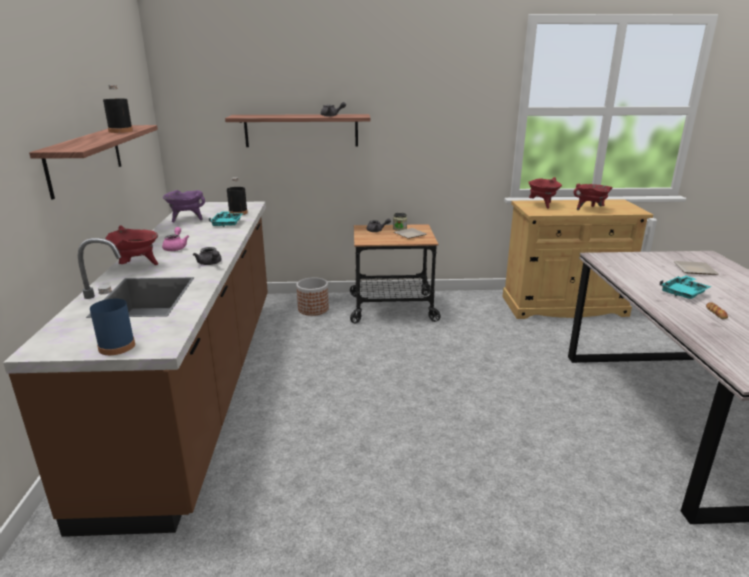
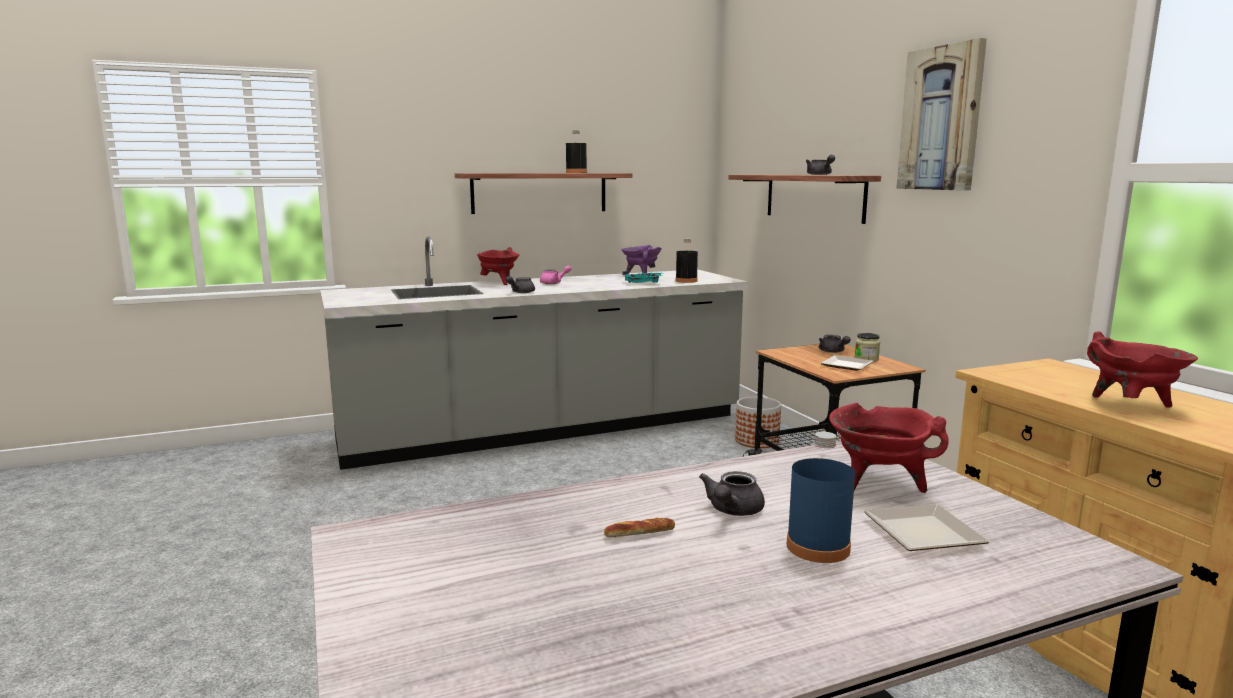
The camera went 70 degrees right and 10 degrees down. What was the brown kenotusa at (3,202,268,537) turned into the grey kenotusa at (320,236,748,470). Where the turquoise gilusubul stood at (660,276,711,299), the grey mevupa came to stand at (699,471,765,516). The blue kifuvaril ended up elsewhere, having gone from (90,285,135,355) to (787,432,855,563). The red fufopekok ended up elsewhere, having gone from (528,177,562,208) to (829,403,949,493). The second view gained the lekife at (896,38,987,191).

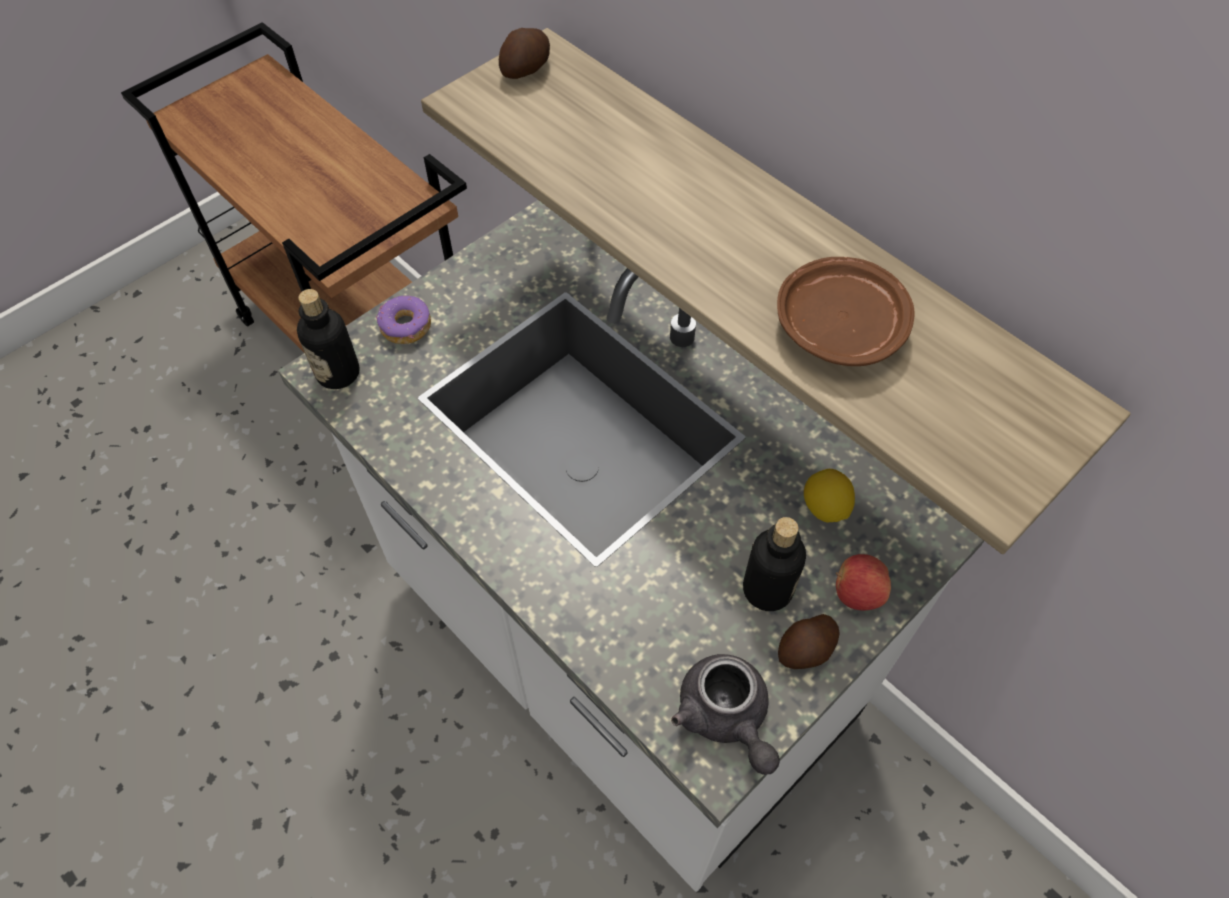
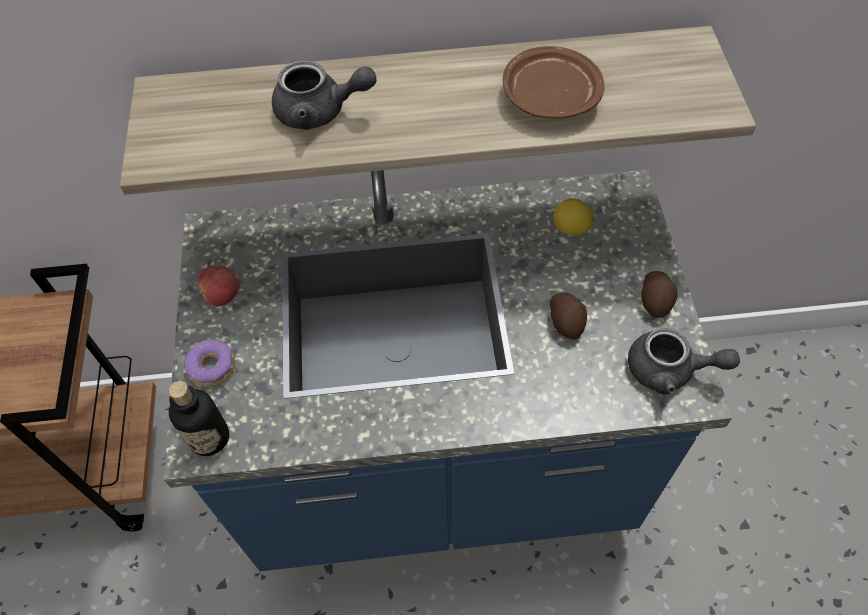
The camera went 50 degrees left and 0 degrees up. What was the white kenotusa at (278,200,984,892) turned into the blue kenotusa at (164,170,732,571). The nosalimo ended up elsewhere, having gone from (836,554,891,610) to (197,265,240,306). The second view gained the grey mevupa at (272,61,376,130). The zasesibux ended up elsewhere, having gone from (499,28,550,79) to (550,293,587,340). The second view lost the kifuvaril at (743,517,806,611).

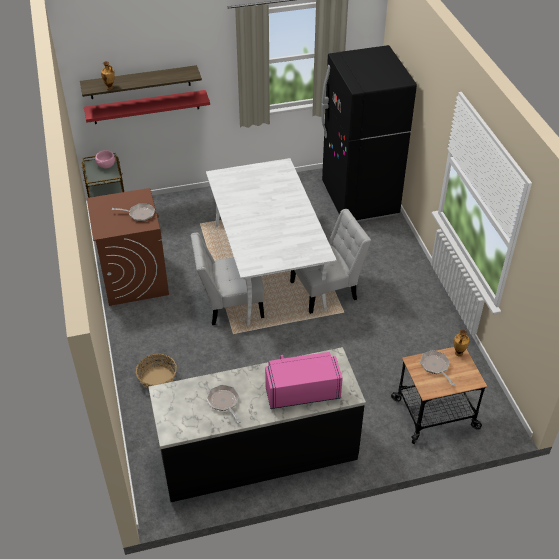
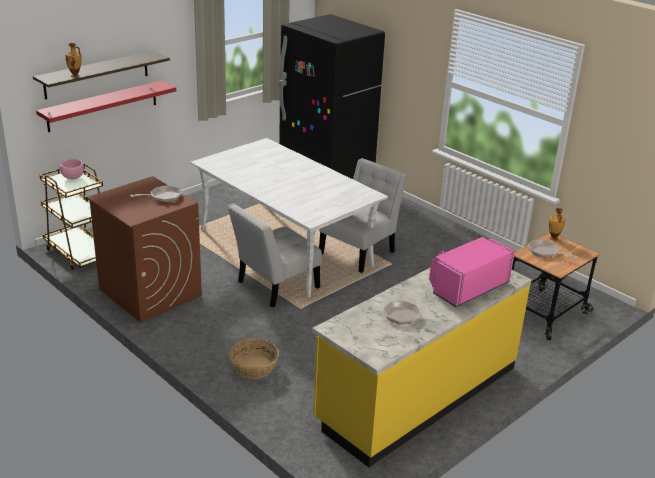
The camera went 30 degrees left and 15 degrees down. What was the black kenotusa at (148,347,366,502) turned into the yellow kenotusa at (312,268,532,467).

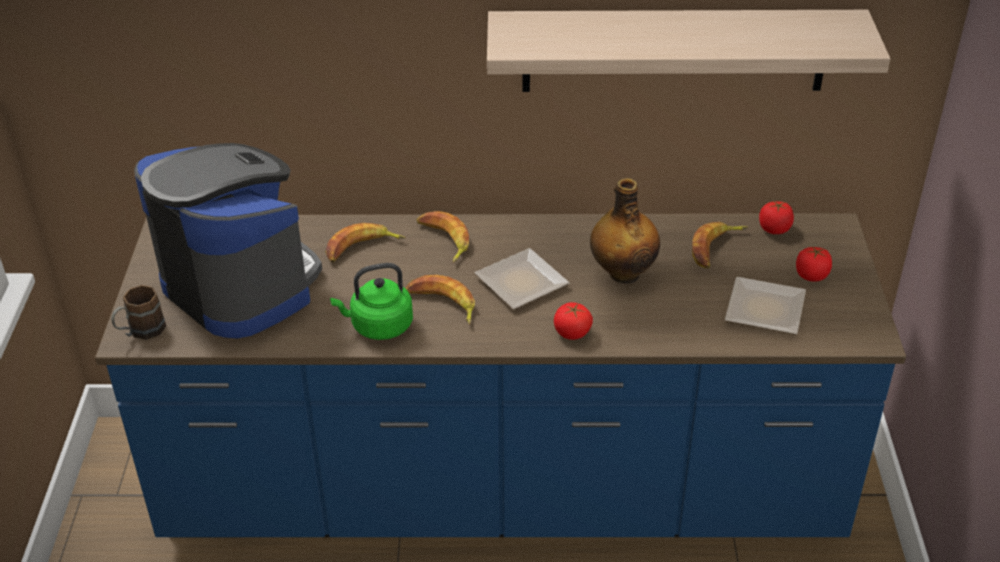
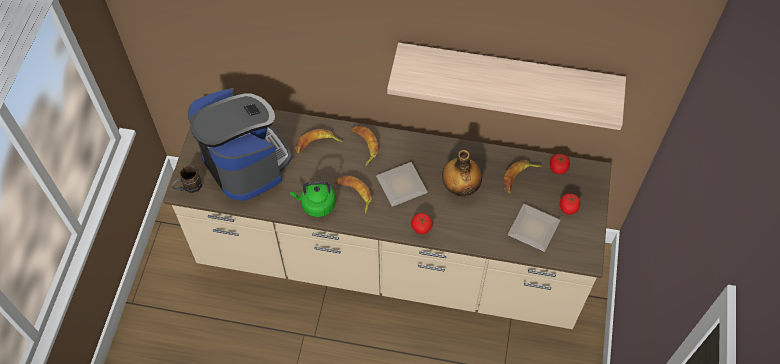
The camera went 10 degrees right and 20 degrees up. What was the blue kenotusa at (95,213,906,537) turned into the beige kenotusa at (163,110,611,329).

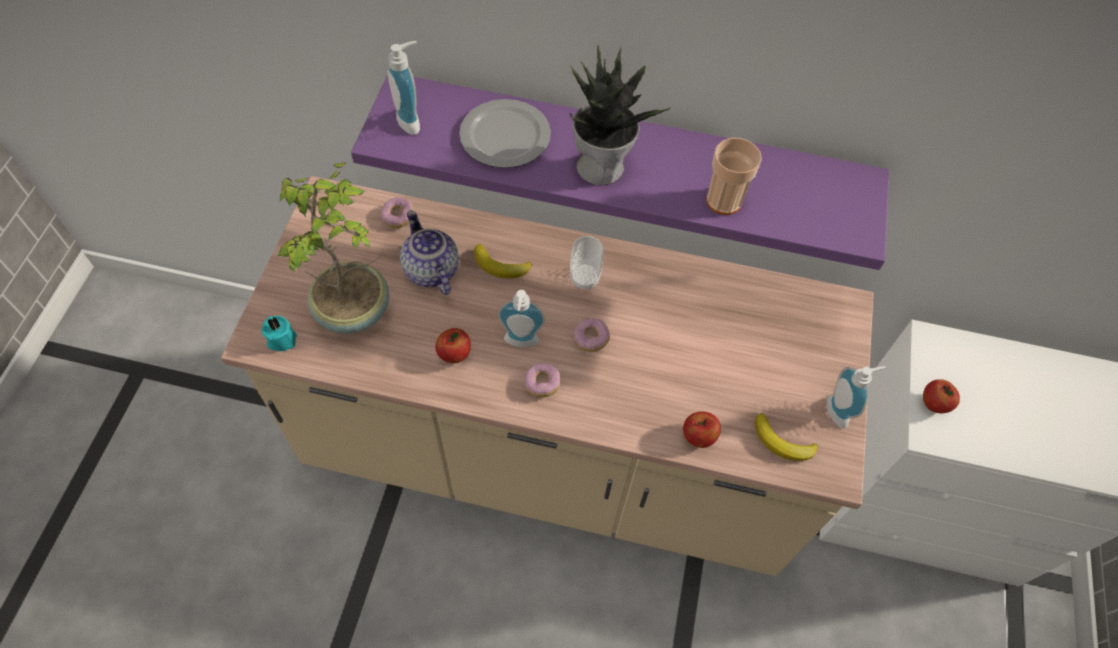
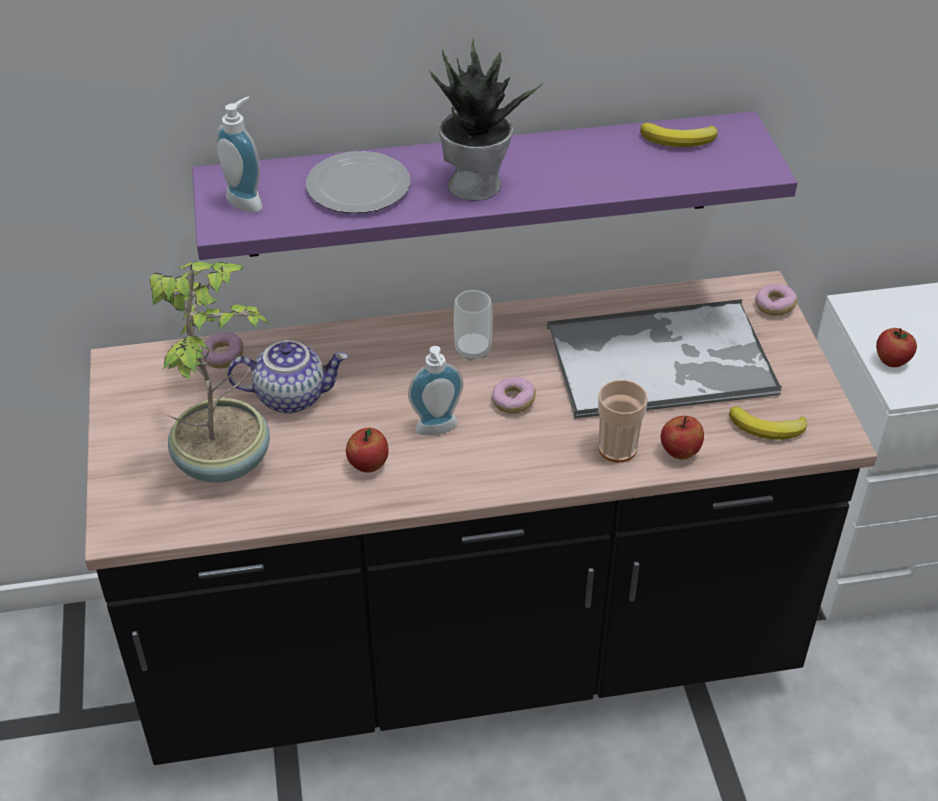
The camera went 20 degrees left and 15 degrees down. What was the beige kenotusa at (221,176,874,576) turned into the black kenotusa at (85,271,877,765). The mevupa at (400,210,459,295) ended up facing another way, 135 degrees clockwise from before. The second view gained the gilusubul at (547,299,782,420). The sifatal ended up elsewhere, having gone from (706,138,762,215) to (598,380,648,462). The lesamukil ended up elsewhere, having gone from (474,244,532,278) to (640,122,718,147). The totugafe ended up elsewhere, having gone from (524,363,561,397) to (755,284,797,316). The second view lost the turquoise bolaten at (261,316,297,351). The second view lost the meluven at (826,366,886,428).

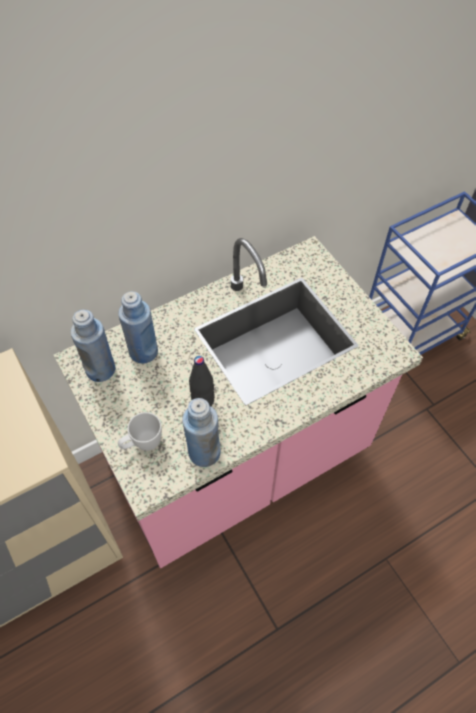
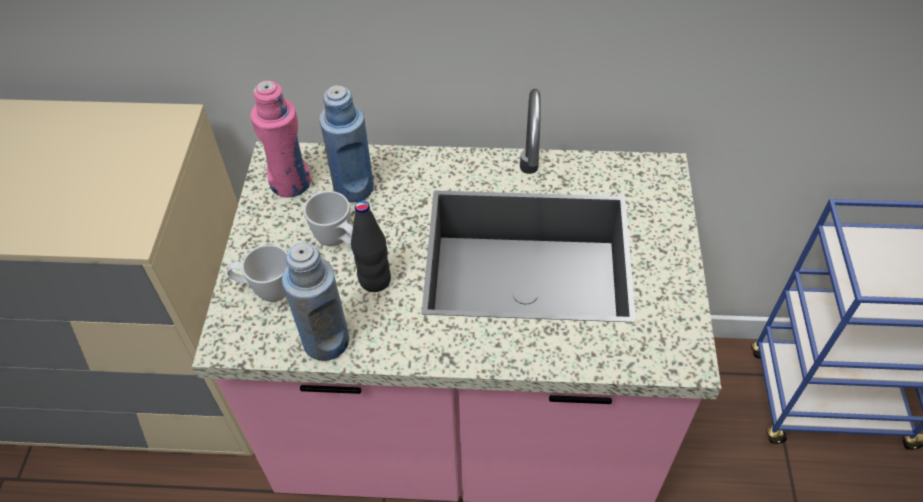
The camera went 35 degrees right and 5 degrees down. What was the blue kifuvaril at (71,310,115,382) turned into the pink kifuvaril at (250,80,311,197). The second view gained the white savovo at (304,191,353,246).

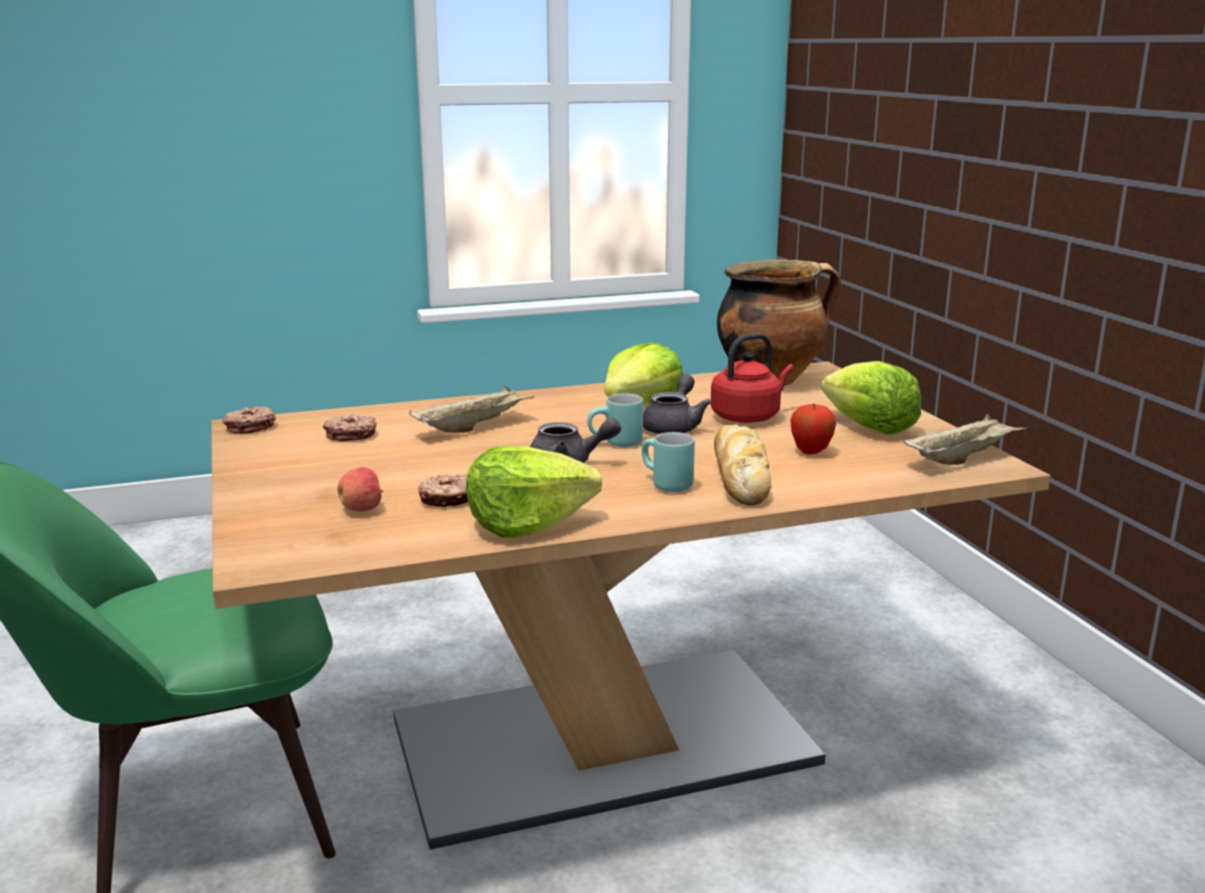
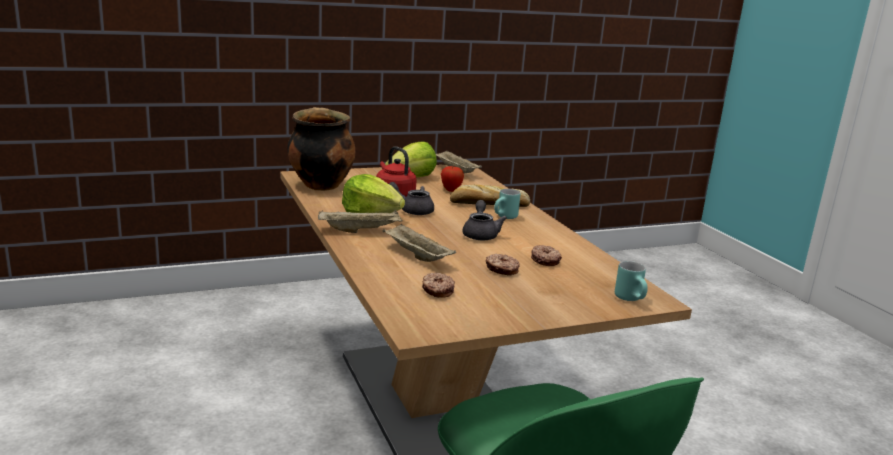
The camera went 95 degrees left and 0 degrees up. The second view gained the beige gilusubul at (318,210,402,233). The totugafe ended up elsewhere, having gone from (222,407,276,434) to (486,254,520,275). The turquoise savovo ended up elsewhere, having gone from (587,393,643,447) to (615,261,648,301). The second view lost the nosalimo at (337,467,383,511). The second view lost the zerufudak at (466,446,602,538).

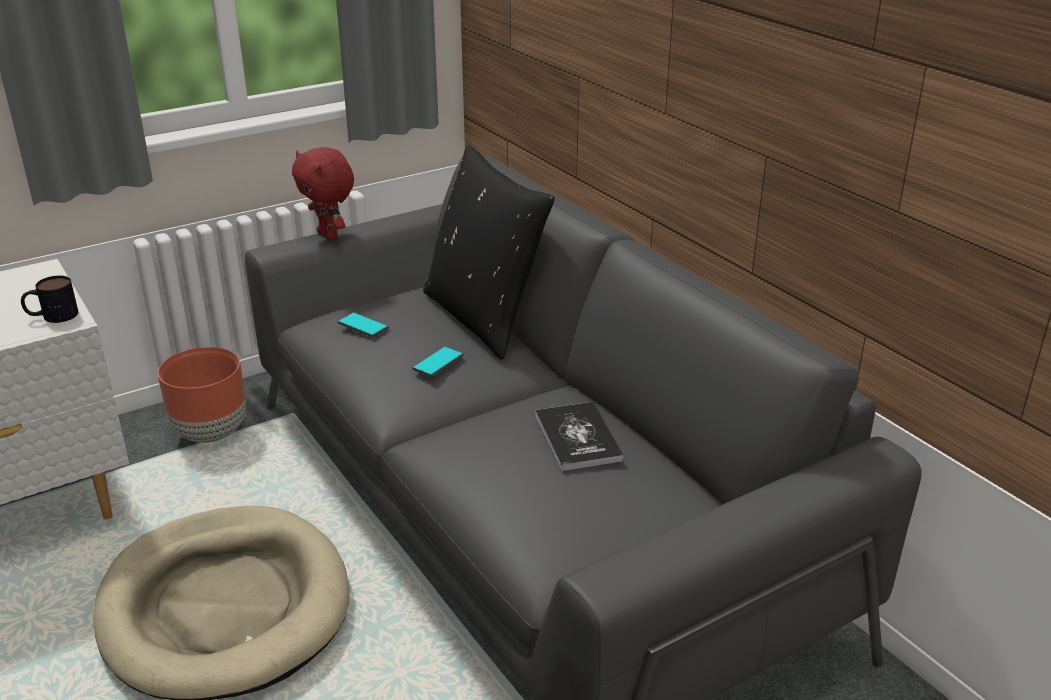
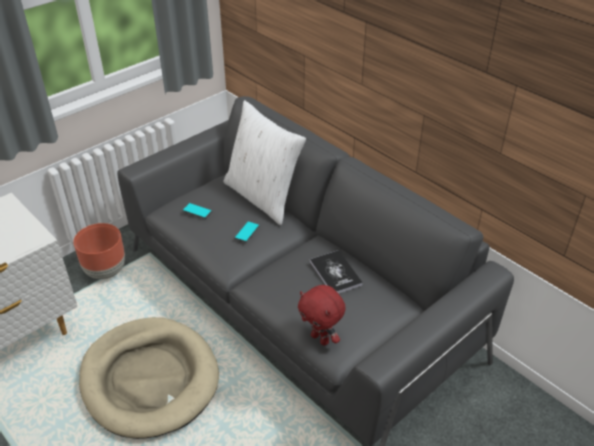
The camera went 10 degrees left and 10 degrees up. What was the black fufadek at (423,145,555,359) turned into the white fufadek at (224,100,306,225). The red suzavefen ended up elsewhere, having gone from (292,147,354,241) to (298,285,346,346). The second view lost the savovo at (21,276,78,323).

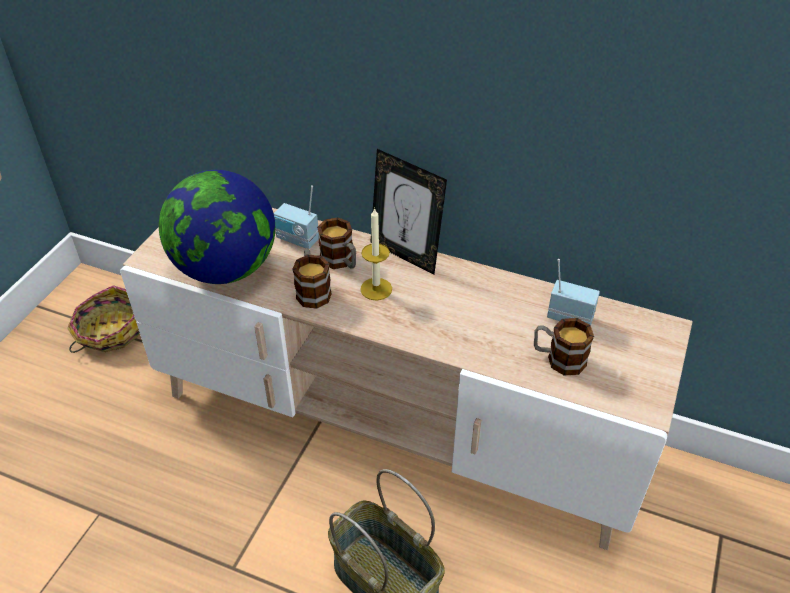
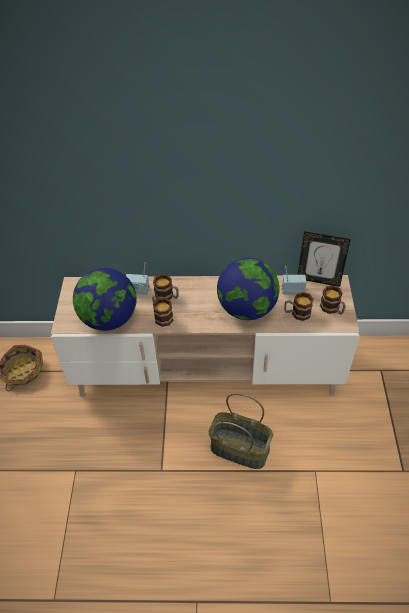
The camera went 20 degrees left and 5 degrees up. The second view gained the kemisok at (217,258,279,320). The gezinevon ended up elsewhere, having gone from (370,149,447,275) to (297,231,351,287). The second view gained the savovo at (320,285,345,315). The second view lost the bolaten at (360,207,392,300).

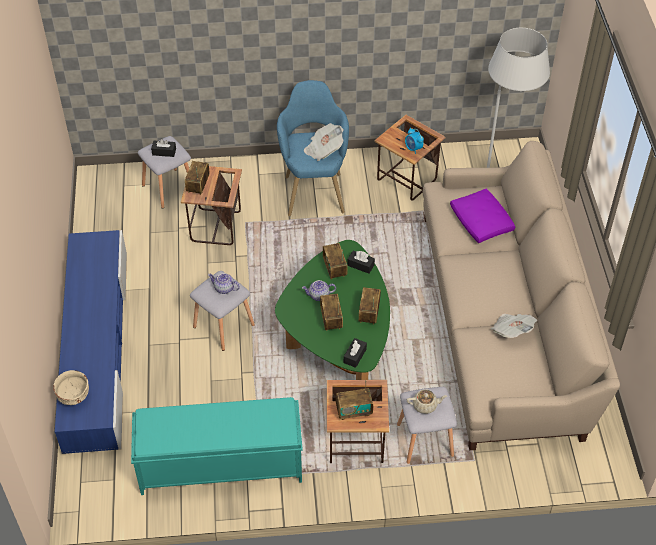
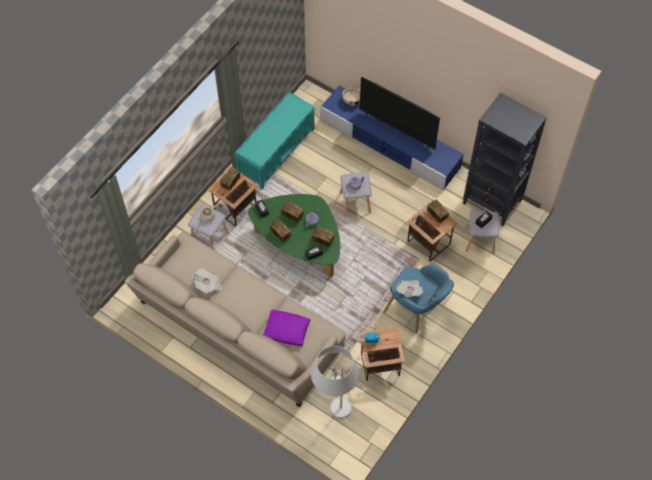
The camera went 130 degrees right and 10 degrees up. The second view gained the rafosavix at (360,77,440,152). The second view gained the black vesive at (463,93,547,226).

